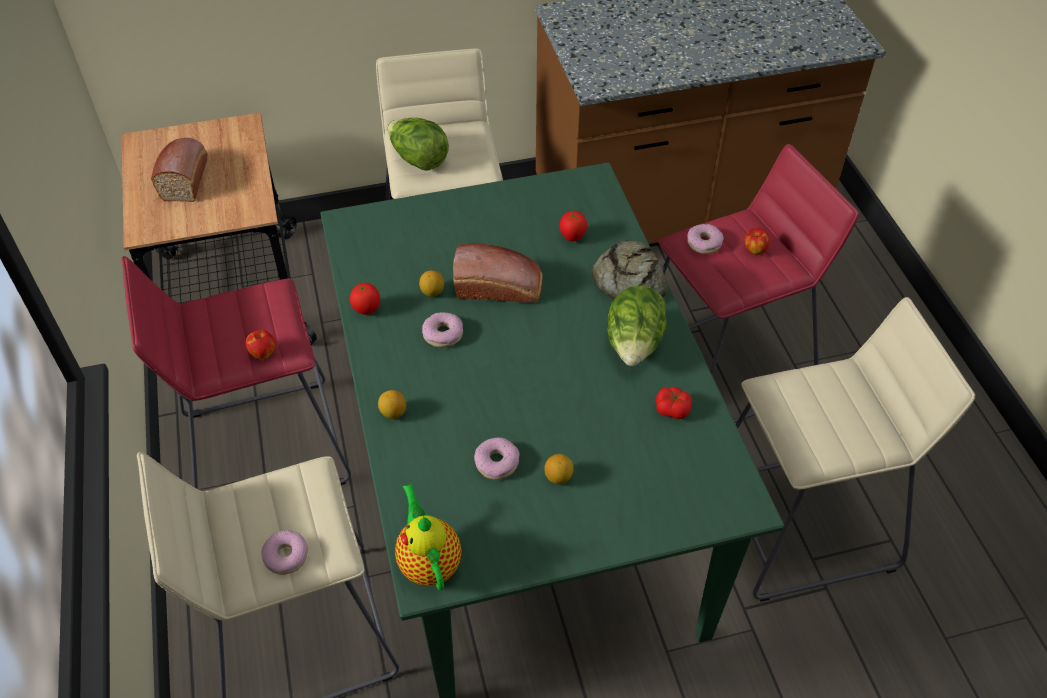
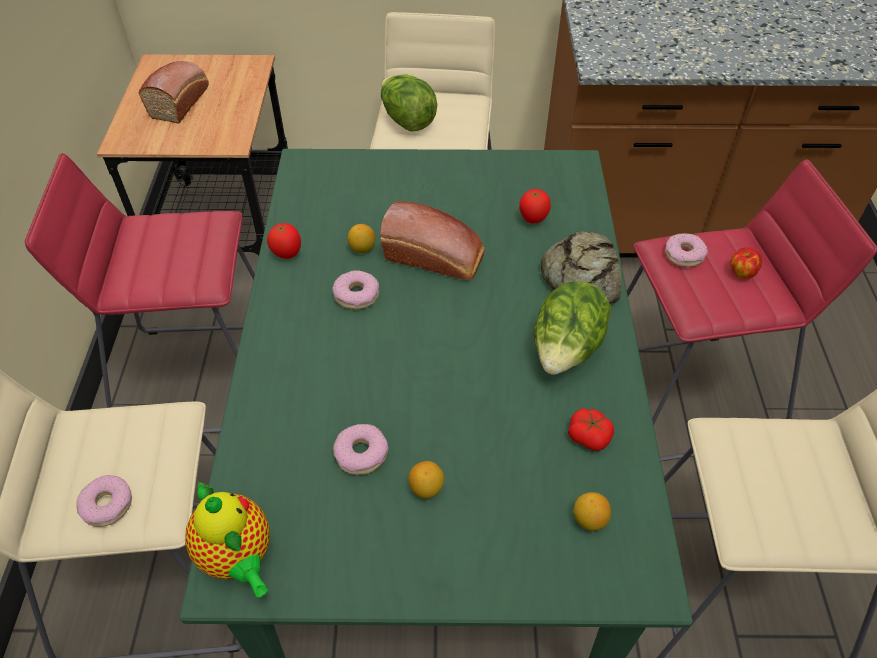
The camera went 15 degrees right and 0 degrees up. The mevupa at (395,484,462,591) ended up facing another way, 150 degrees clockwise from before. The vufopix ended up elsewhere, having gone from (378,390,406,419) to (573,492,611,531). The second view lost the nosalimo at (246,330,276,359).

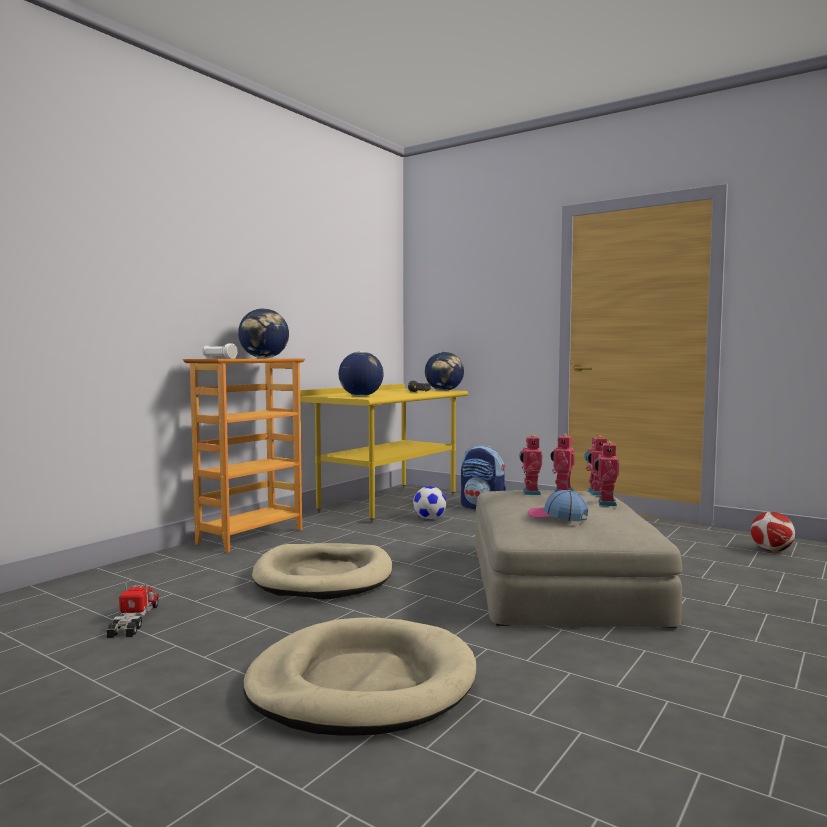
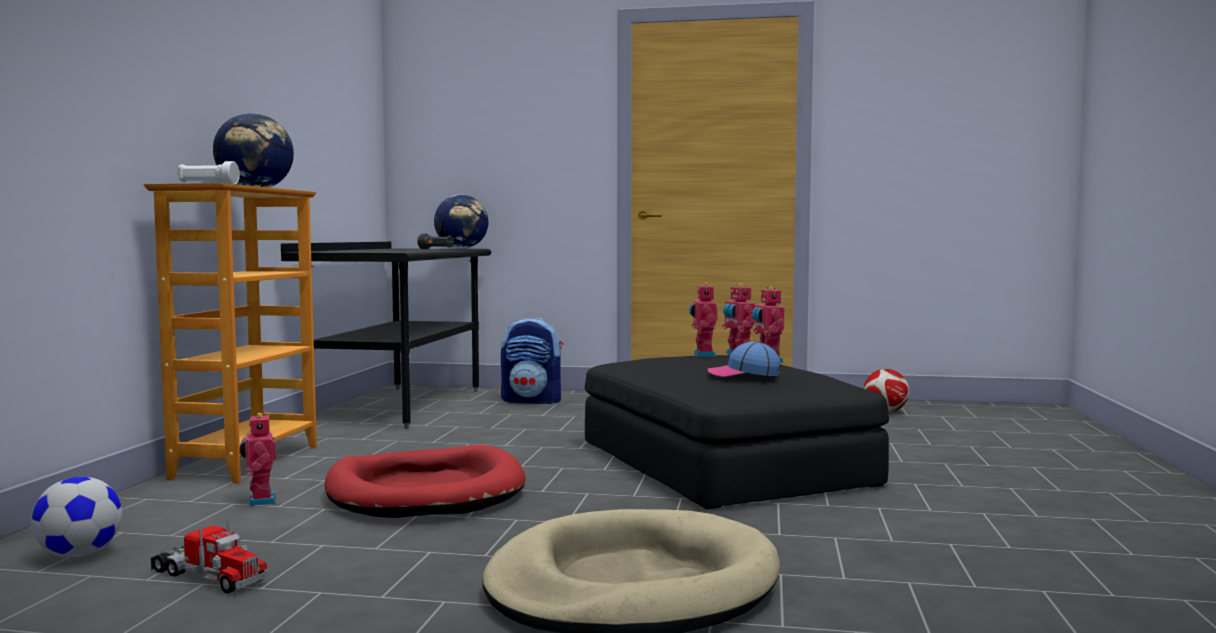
The camera went 25 degrees left and 0 degrees up. The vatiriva ended up elsewhere, having gone from (413,486,446,519) to (31,477,122,557). The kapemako at (106,583,160,638) ended up facing another way, 150 degrees clockwise from before. The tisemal ended up elsewhere, having gone from (519,434,542,495) to (240,412,276,506). What was the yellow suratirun at (300,384,468,523) turned into the black suratirun at (281,242,491,429). What was the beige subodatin at (252,543,392,600) turned into the red subodatin at (325,445,526,518). What was the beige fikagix at (476,490,682,628) turned into the black fikagix at (585,355,889,509). The second view lost the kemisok at (339,351,384,396).

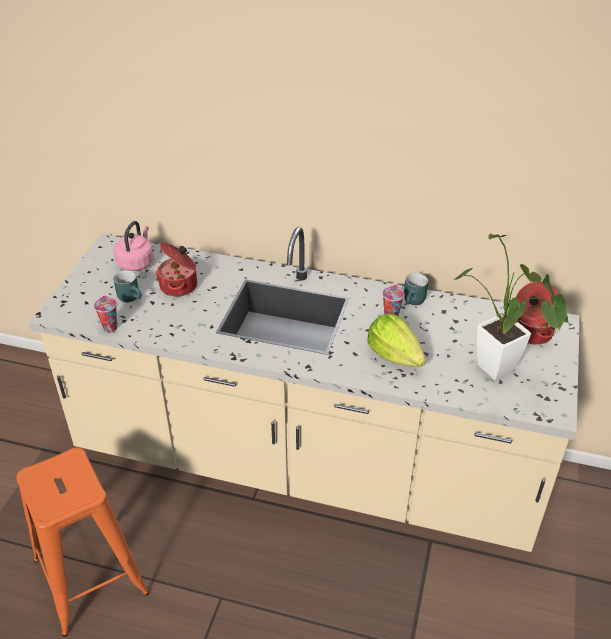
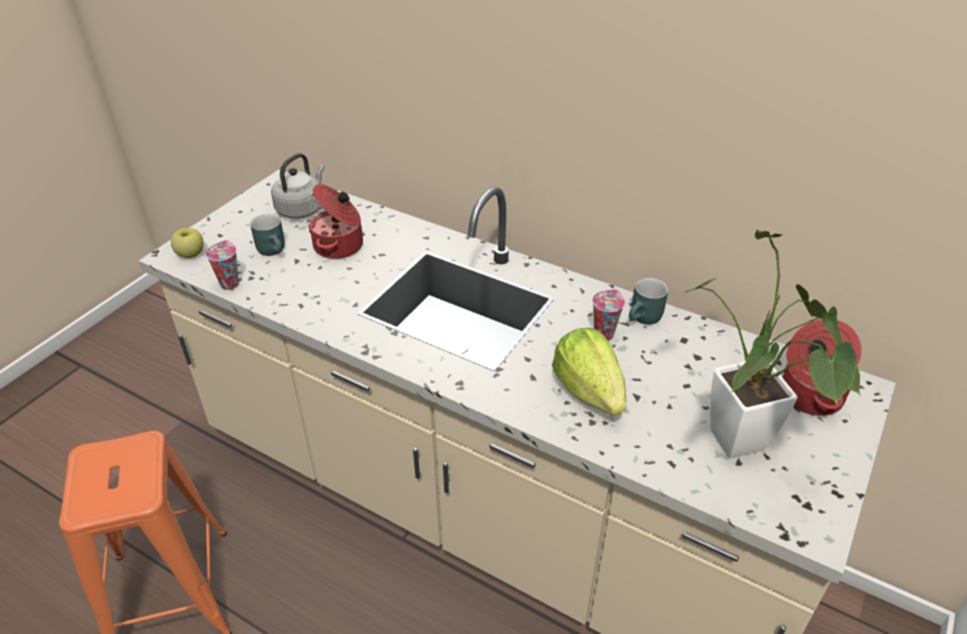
The camera went 15 degrees right and 0 degrees up. The second view gained the nosalimo at (171,228,204,258). What was the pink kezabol at (114,221,154,271) turned into the grey kezabol at (271,153,325,219).

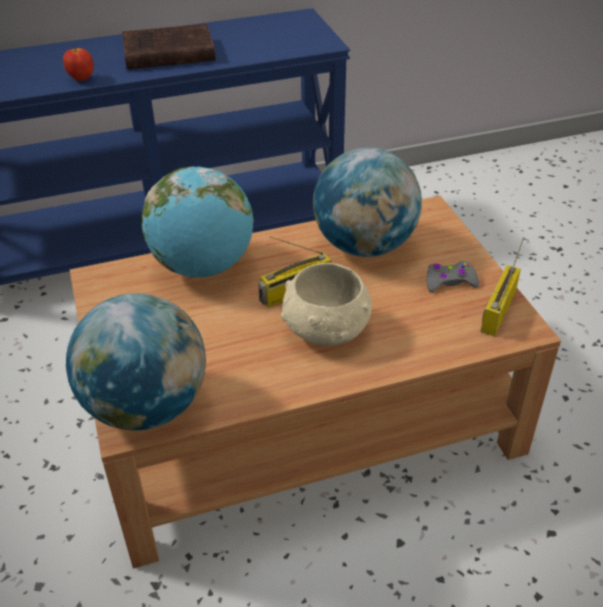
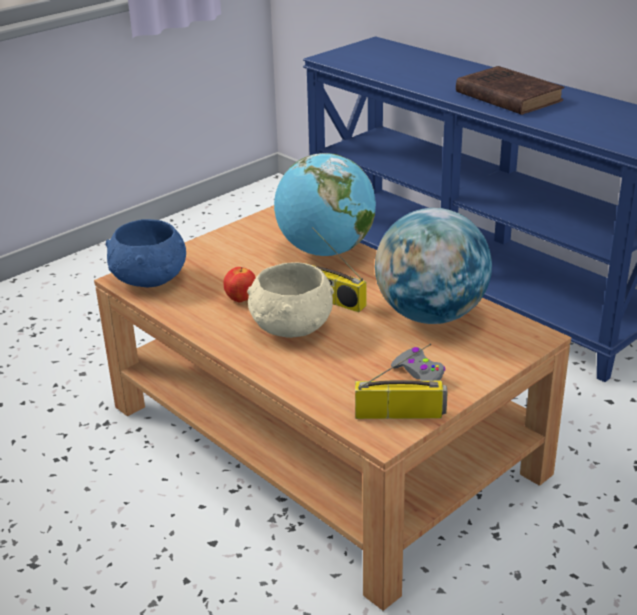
The camera went 65 degrees right and 10 degrees down. Where the kemisok stood at (66,293,206,431), the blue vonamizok came to stand at (106,219,186,287). The nosalimo ended up elsewhere, having gone from (63,47,94,81) to (224,267,255,303).

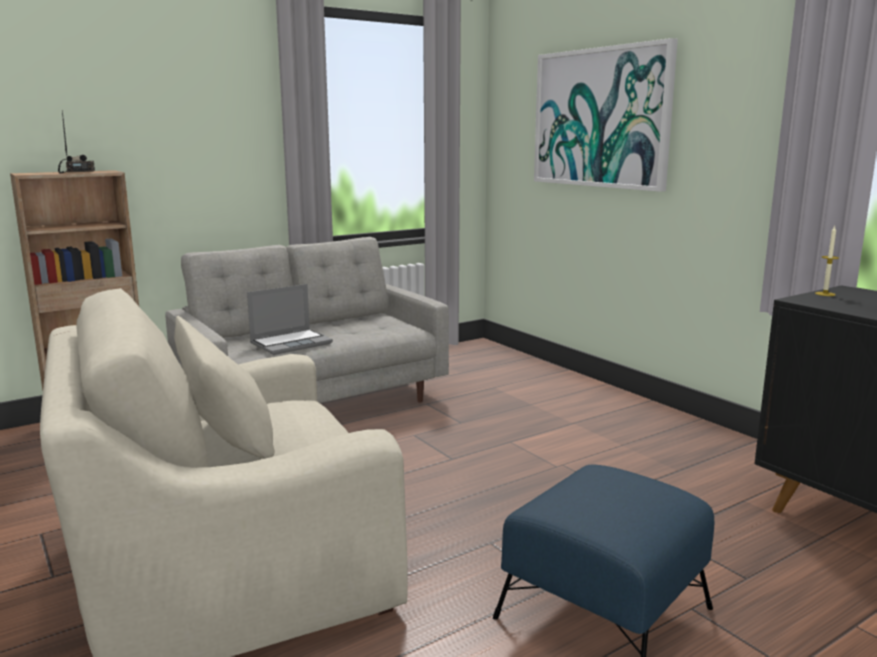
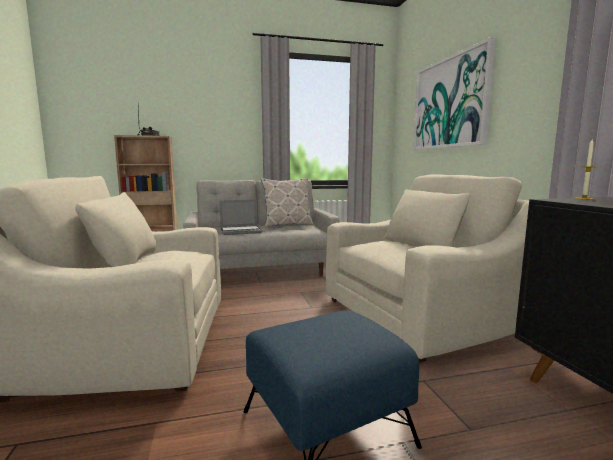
The camera went 20 degrees right and 5 degrees down. The second view gained the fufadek at (261,178,313,228). The second view gained the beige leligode at (326,174,529,363).

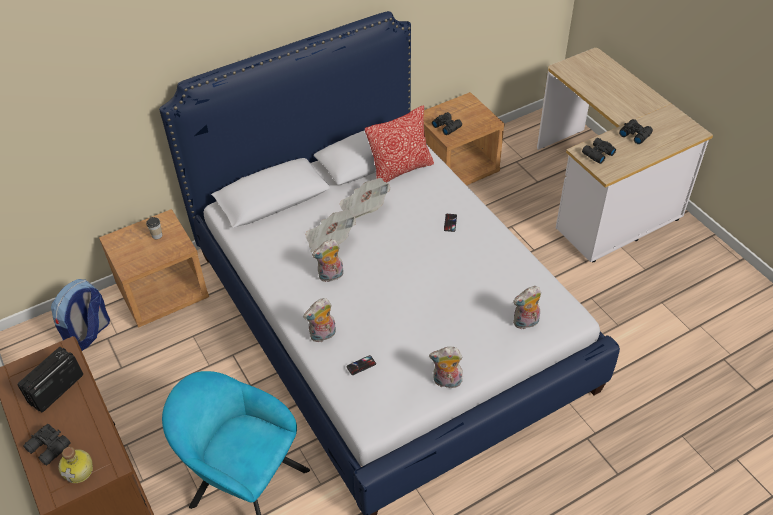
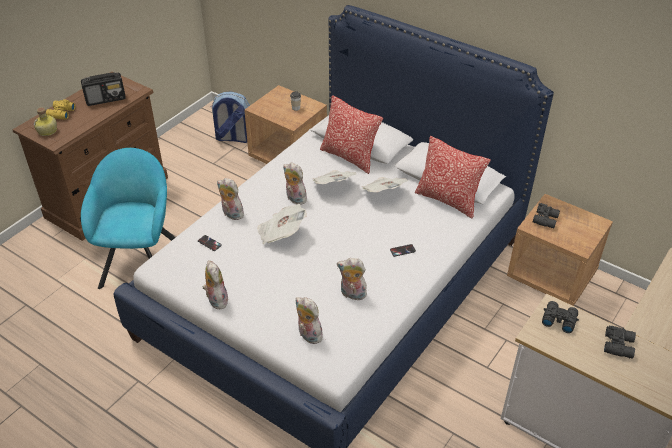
The camera went 65 degrees right and 5 degrees down. What was the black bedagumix at (23,424,71,466) turned into the yellow bedagumix at (46,99,75,120). The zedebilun at (17,347,83,412) ended up facing another way, 150 degrees clockwise from before. The second view gained the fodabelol at (257,204,307,244). The second view gained the fufadek at (320,95,383,174). The second view gained the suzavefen at (337,258,367,300).

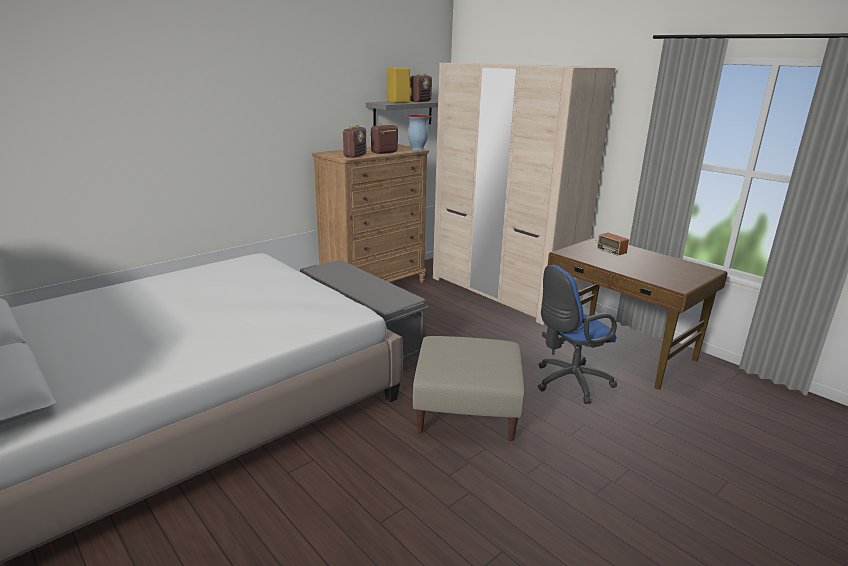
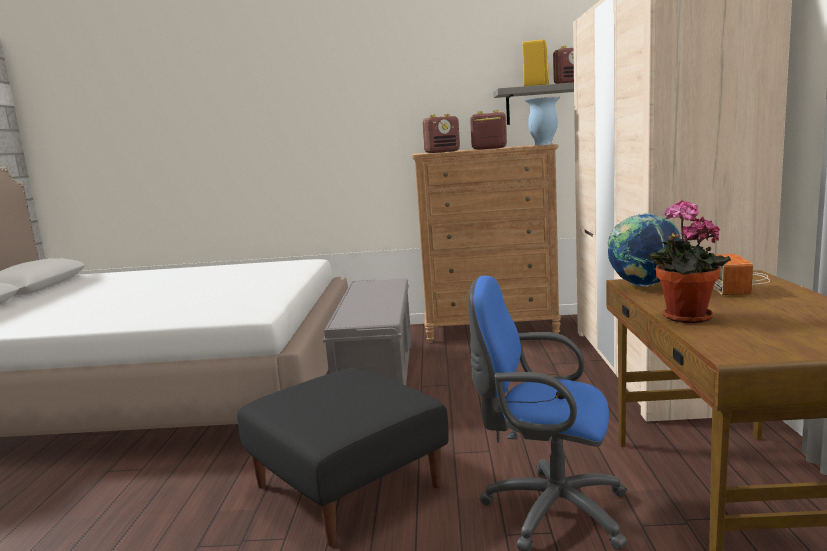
The camera went 45 degrees right and 10 degrees down. What was the beige fikagix at (413,336,524,441) turned into the black fikagix at (237,368,449,547). The second view gained the kemisok at (608,213,681,287). The second view gained the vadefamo at (649,200,731,323).

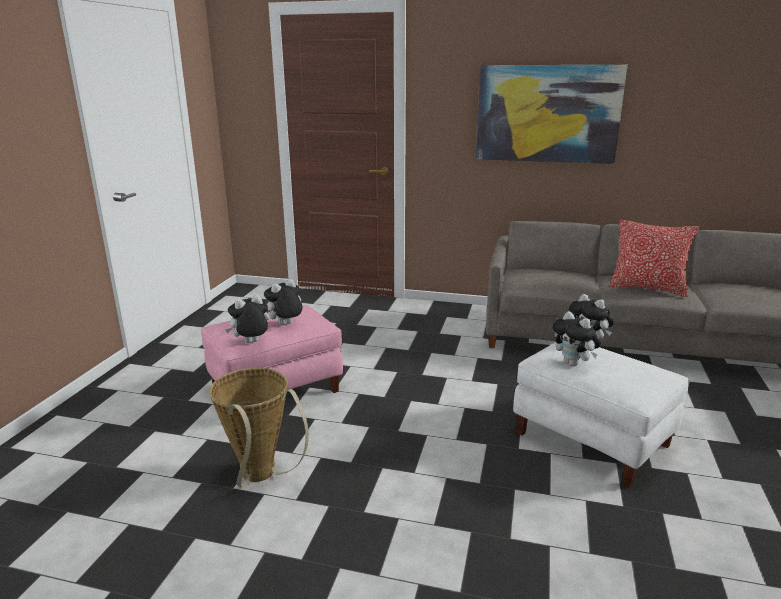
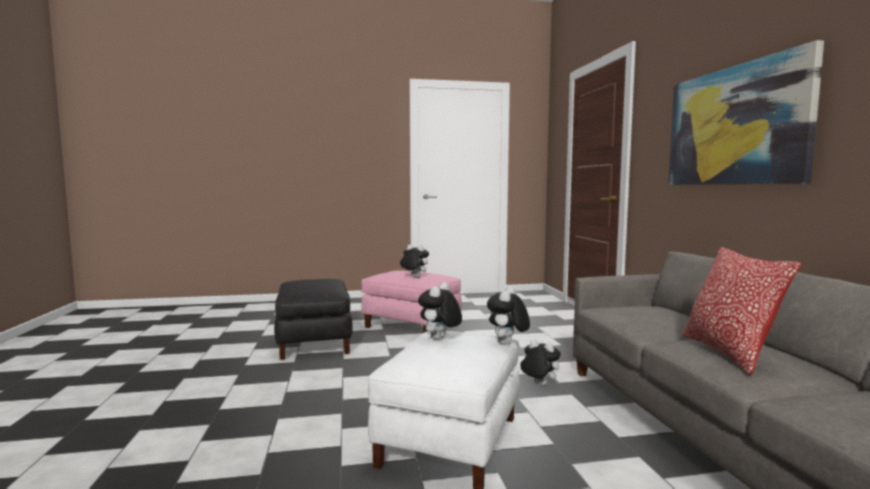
The camera went 65 degrees right and 15 degrees down. Where the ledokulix stood at (209,368,309,487), the black fikagix came to stand at (274,279,353,360). The suzavefen ended up elsewhere, having gone from (225,295,270,343) to (520,340,561,386).

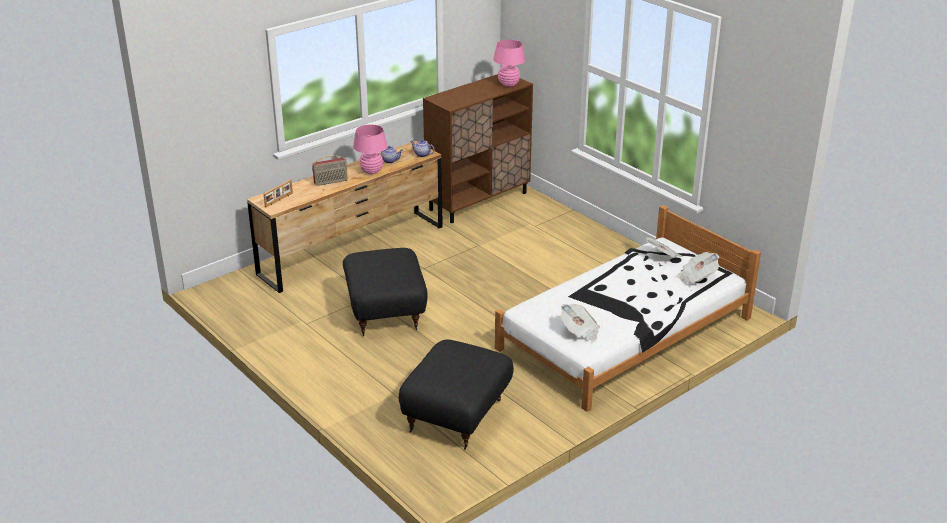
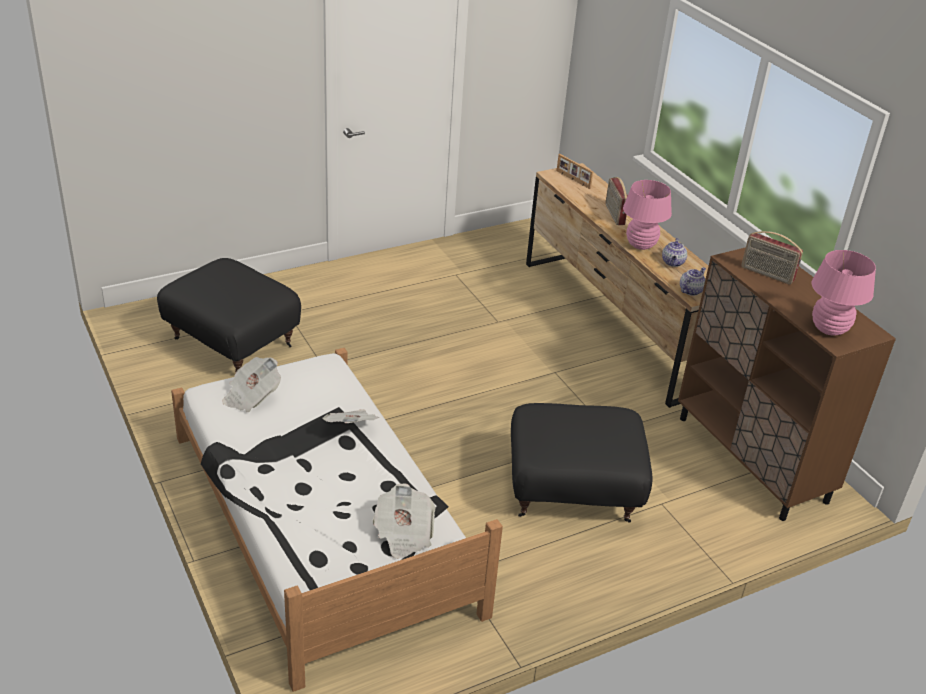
The camera went 100 degrees right and 5 degrees up. The fodabelol ended up elsewhere, having gone from (677,252,720,284) to (323,409,380,423). The black fikagix ended up elsewhere, having gone from (343,248,428,336) to (511,403,653,523). The second view gained the zedebilun at (741,231,803,284).

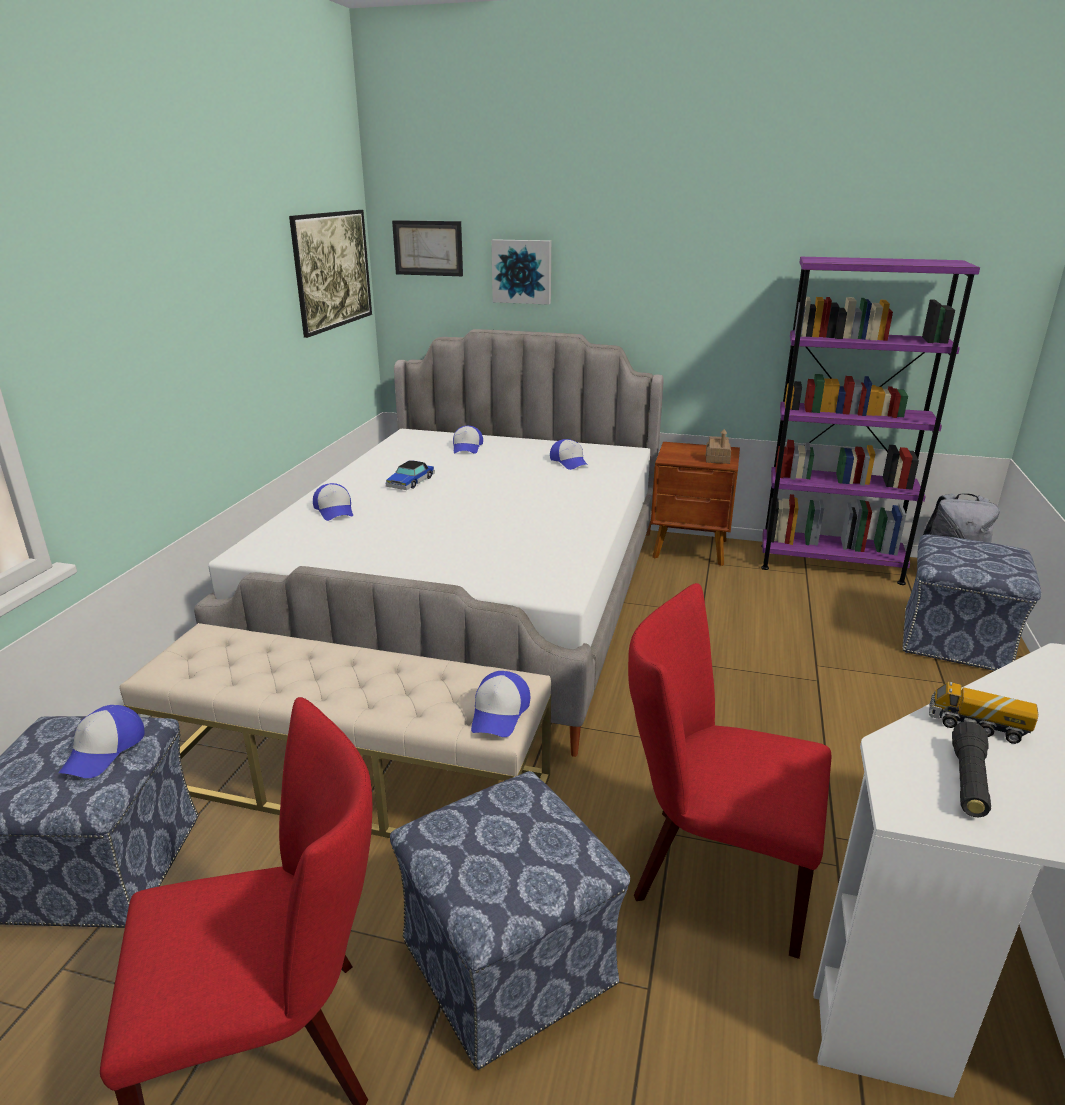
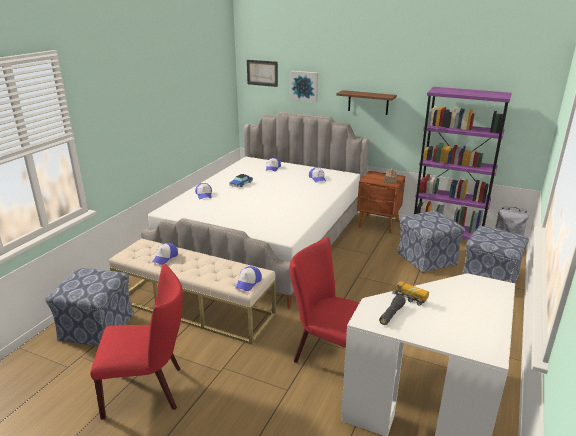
The camera went 10 degrees right and 0 degrees up. The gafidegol ended up elsewhere, having gone from (58,705,144,778) to (152,243,178,265). The second view gained the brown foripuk at (336,90,397,115). The fikagix ended up elsewhere, having gone from (390,771,630,1070) to (397,211,465,273). The second view lost the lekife at (289,210,372,338).

